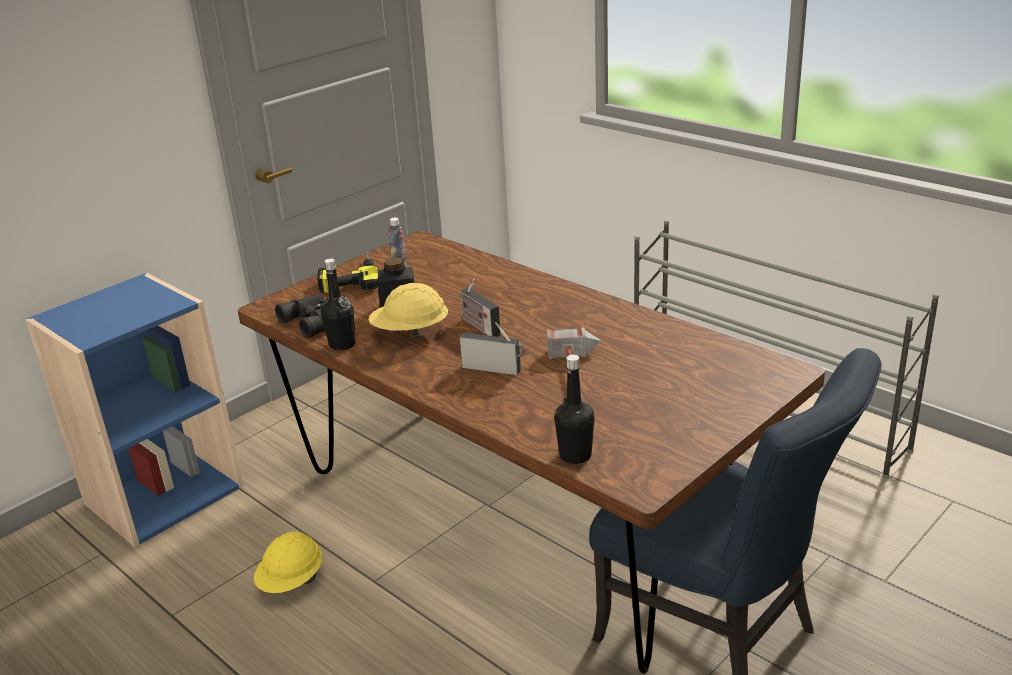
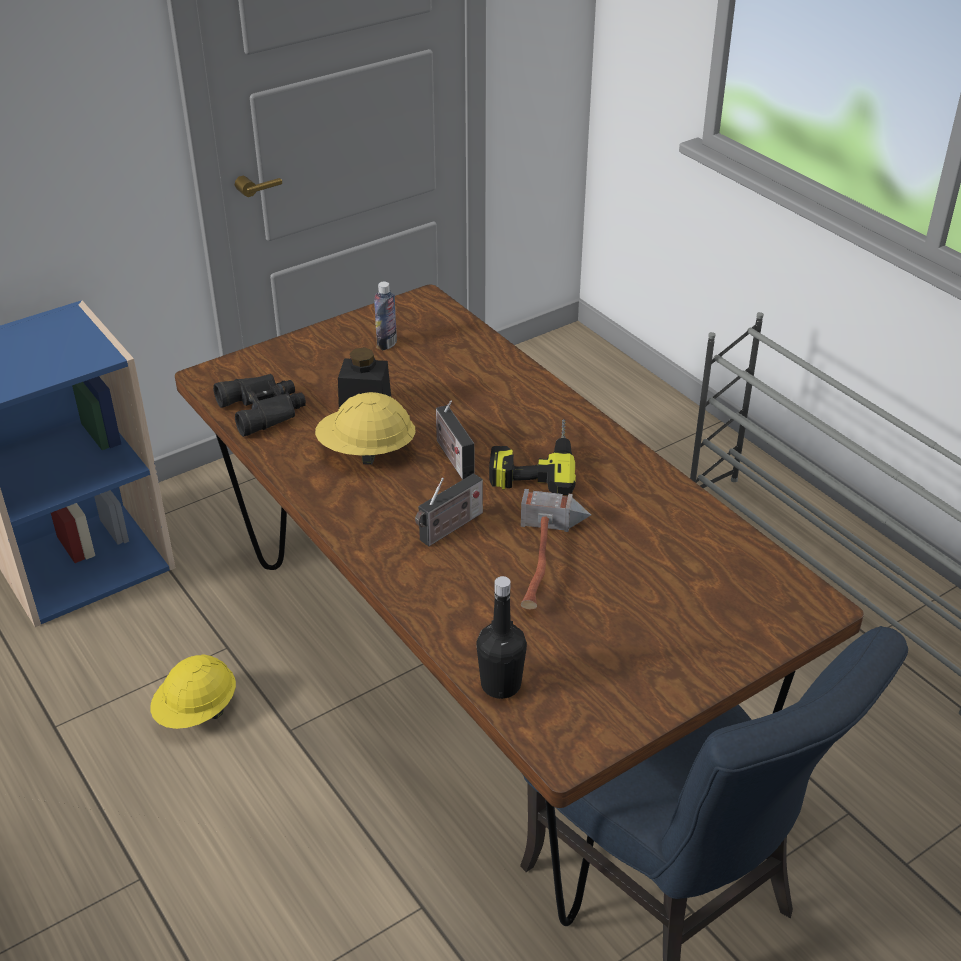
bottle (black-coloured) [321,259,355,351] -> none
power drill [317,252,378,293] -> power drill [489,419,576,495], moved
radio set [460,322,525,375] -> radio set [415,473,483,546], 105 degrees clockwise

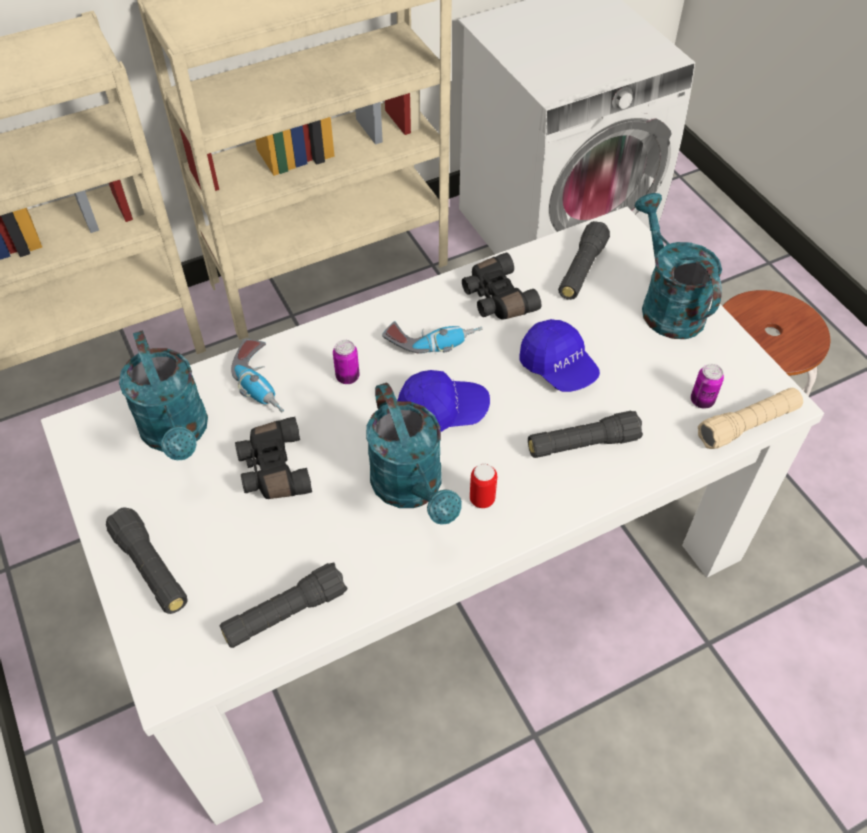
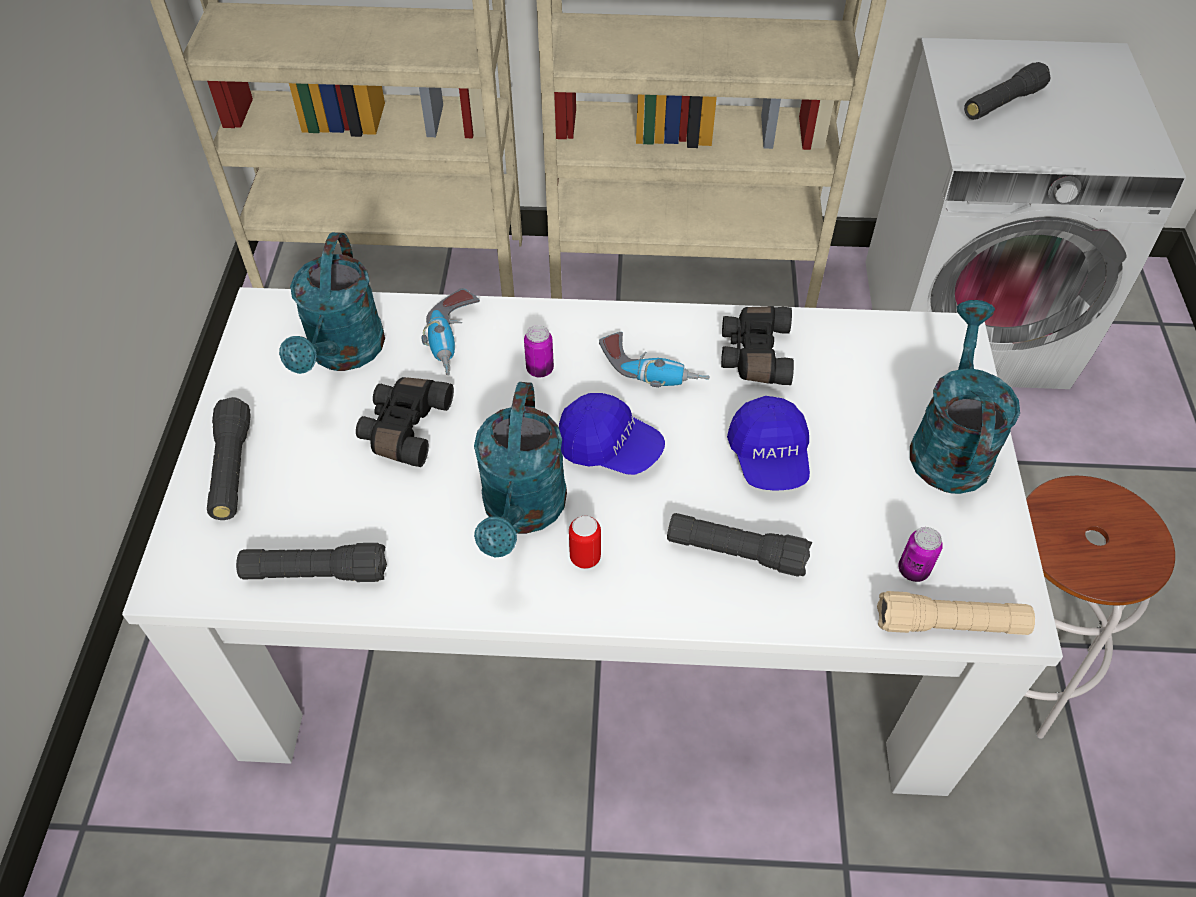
hand torch (black-coloured) [558,221,610,300] -> hand torch (black-coloured) [964,62,1051,120], moved

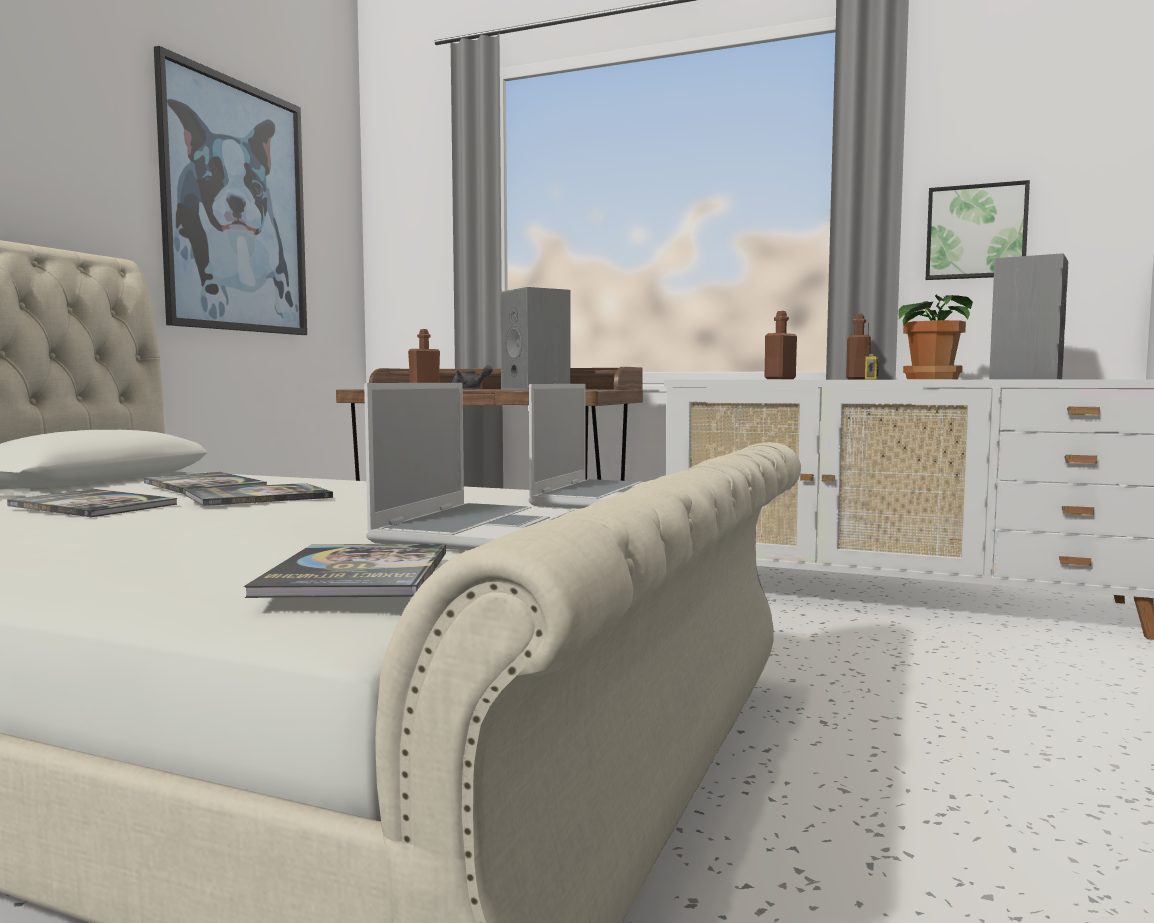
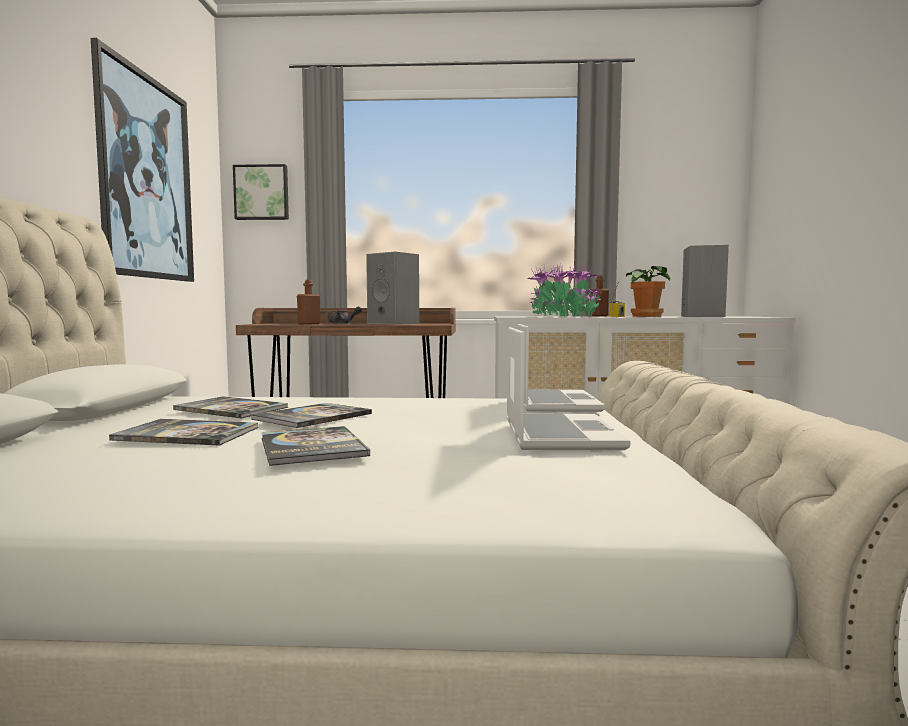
book [244,544,446,598] -> book [261,426,370,466], moved
wall art [926,180,1030,280] -> wall art [233,164,289,220], moved
bottle (brown) [765,311,797,379] -> plant in a pot [527,265,602,317]

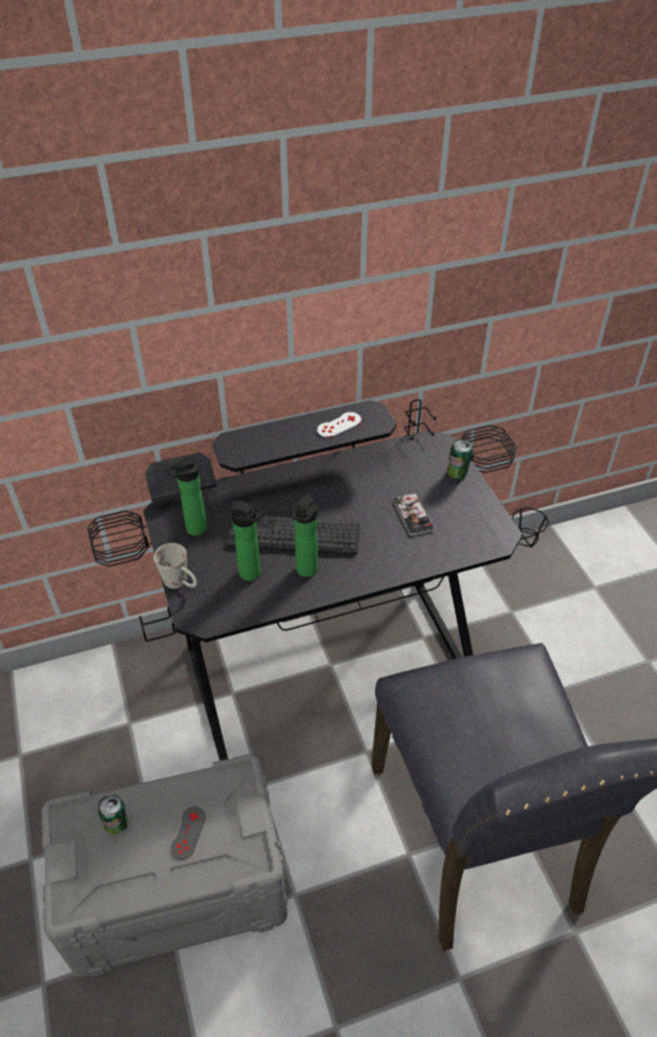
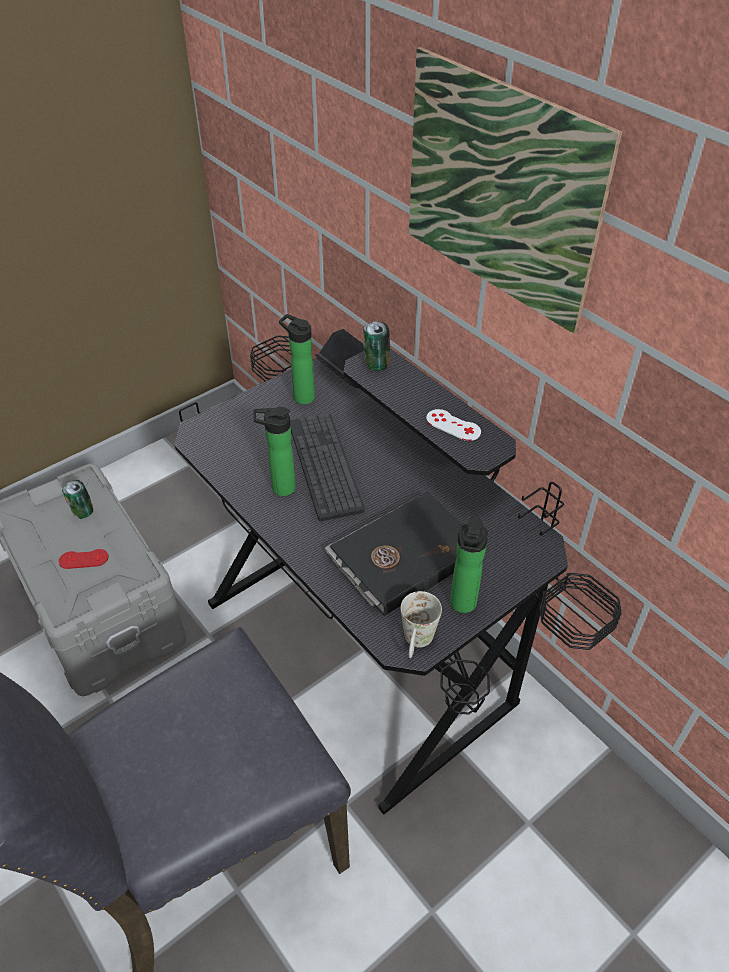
none -> wall art [409,47,622,334]
tea mug (white-coloured) [154,543,197,589] -> tea mug (white-coloured) [401,591,442,658], moved
bottle [232,501,264,581] -> bottle [450,516,488,613], moved
metal can [447,439,473,480] -> metal can [363,321,390,371], moved
handset [393,493,434,536] -> book (black-coloured) [324,492,463,616]
game controller (gray) [171,806,206,860] -> game controller (red) [59,549,109,569]

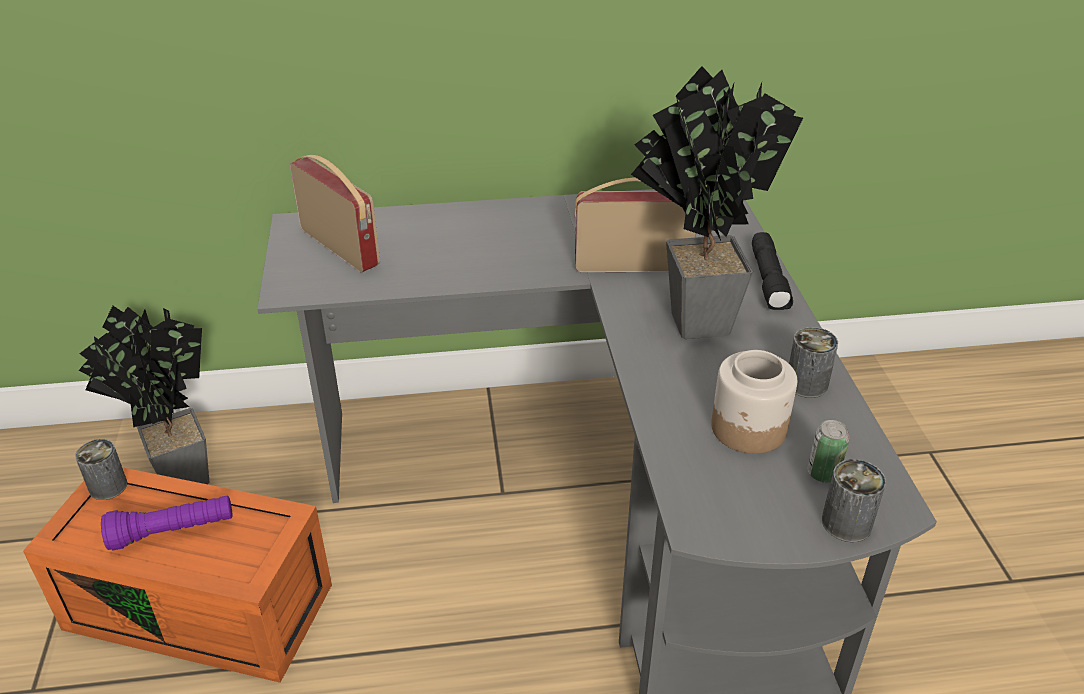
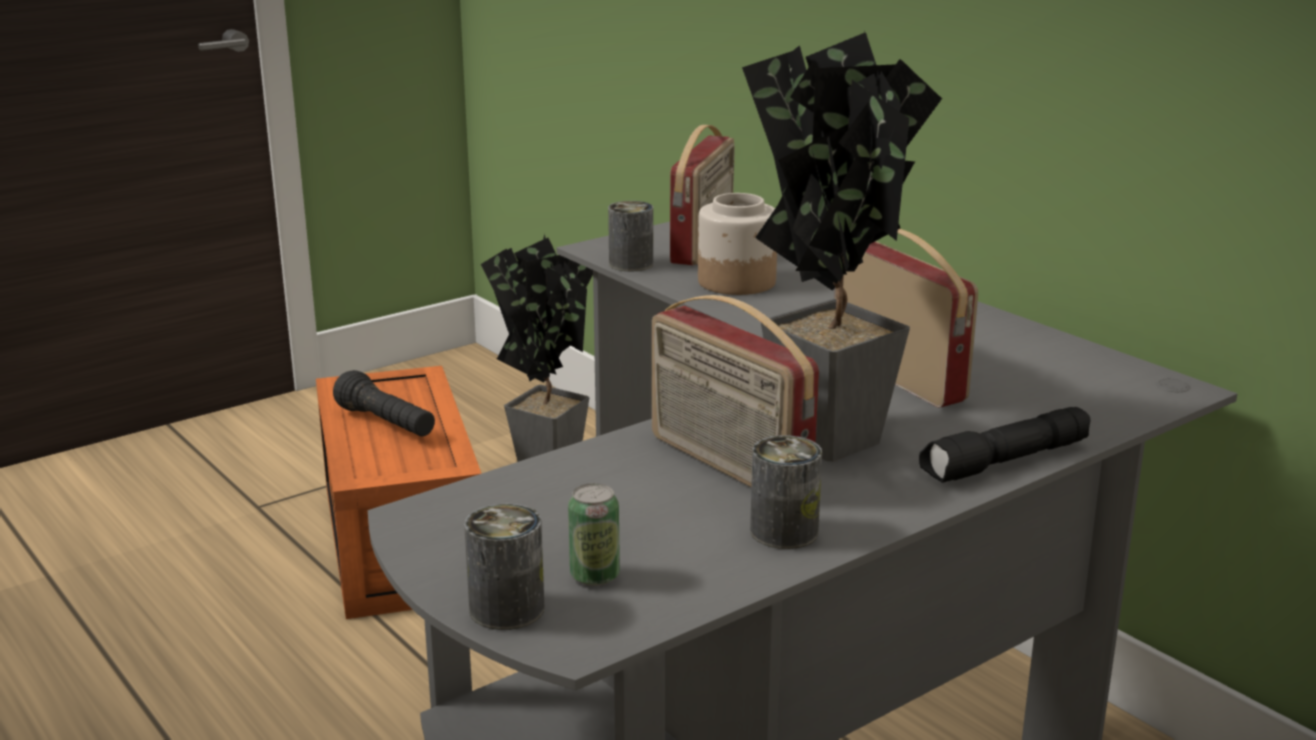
none -> radio set [652,295,819,487]
metal can [75,439,127,500] -> metal can [608,201,653,271], moved
jar [711,350,797,454] -> jar [698,193,777,295], moved
hand torch (purple) [101,495,233,550] -> hand torch (black-coloured) [333,370,435,436]

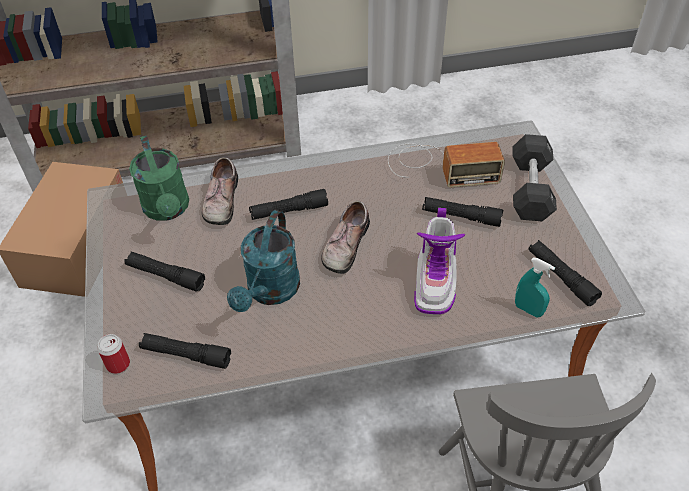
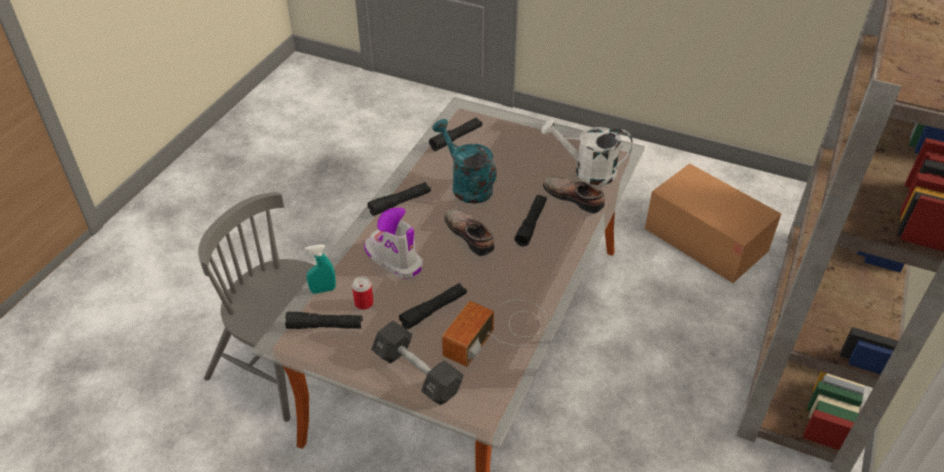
metal can [97,334,130,374] -> metal can [352,277,373,310], moved
hand torch (black-coloured) [124,252,205,292] -> hand torch (black-coloured) [367,182,431,216], moved
watering pot (green-coloured) [129,135,189,221] -> watering pot (white-coloured) [542,119,633,185]

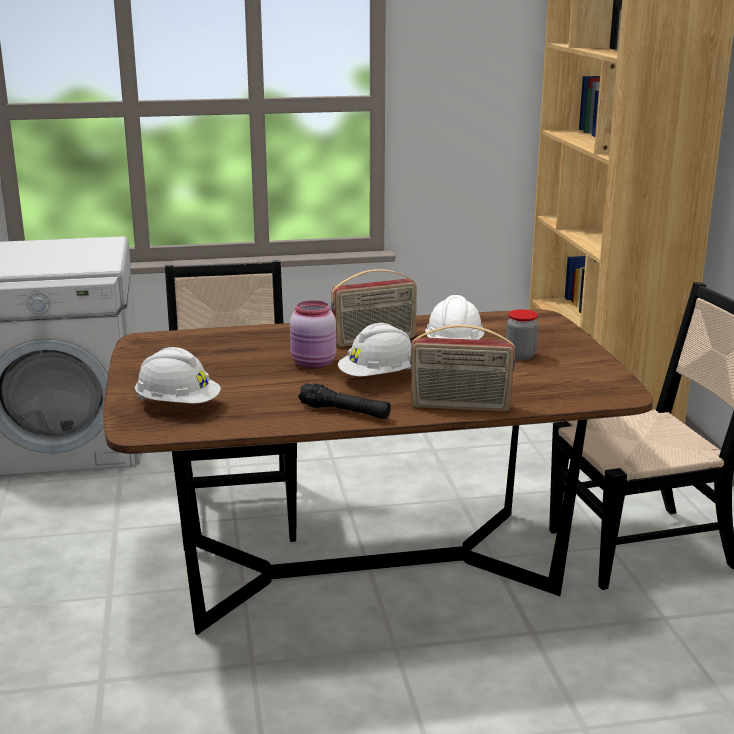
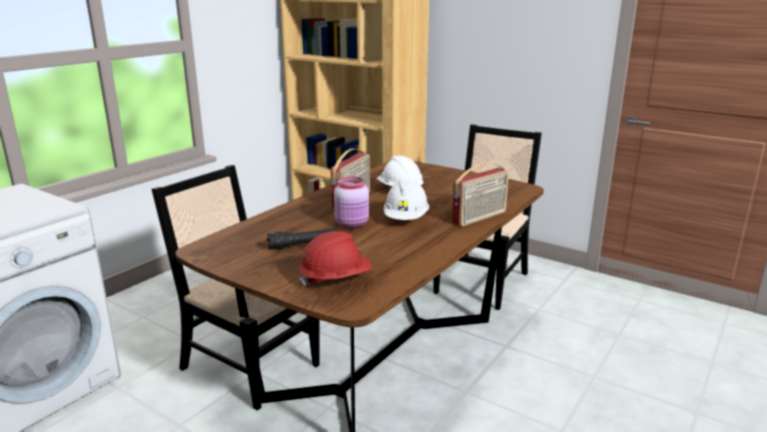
jar [506,309,539,360] -> none
hand torch (black-coloured) [298,383,391,419] -> hand torch (black-coloured) [267,228,338,250], moved
hard hat (white-coloured) [135,347,221,404] -> hard hat (red) [299,231,372,286]

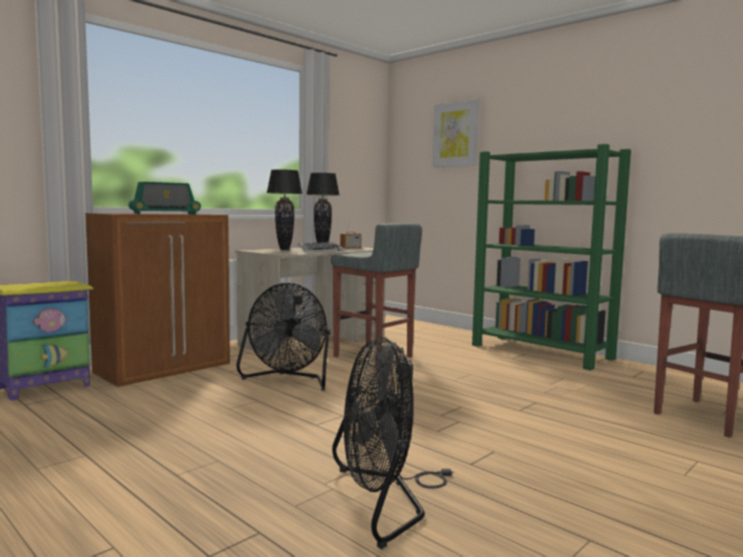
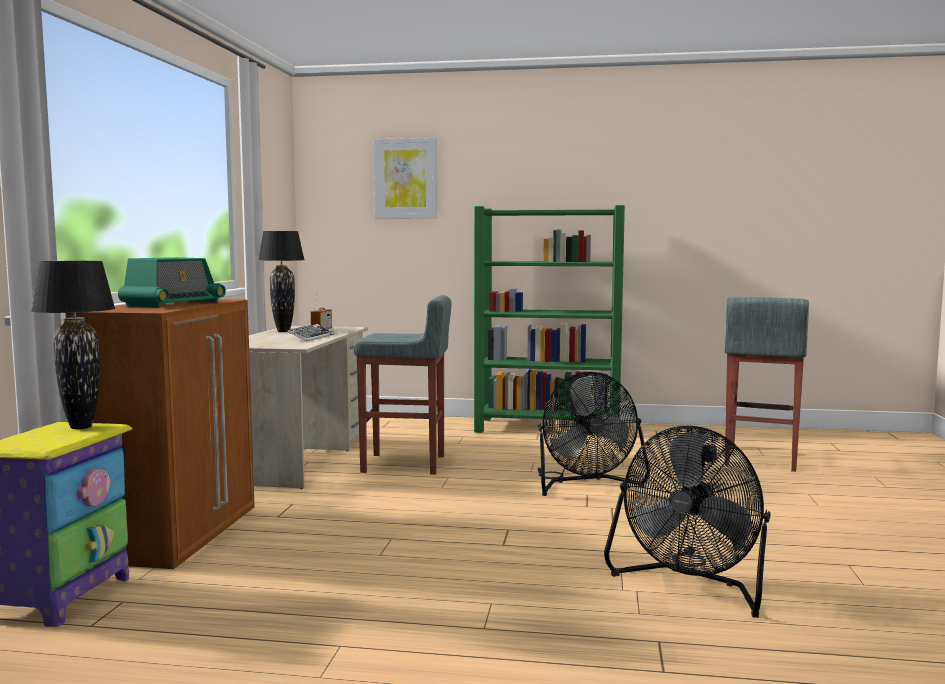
electric fan (black-coloured) [237,283,331,390] -> electric fan (black-coloured) [538,372,650,496], moved
table lamp (black-coloured) [267,169,303,250] -> table lamp (black-coloured) [31,261,115,429], moved

